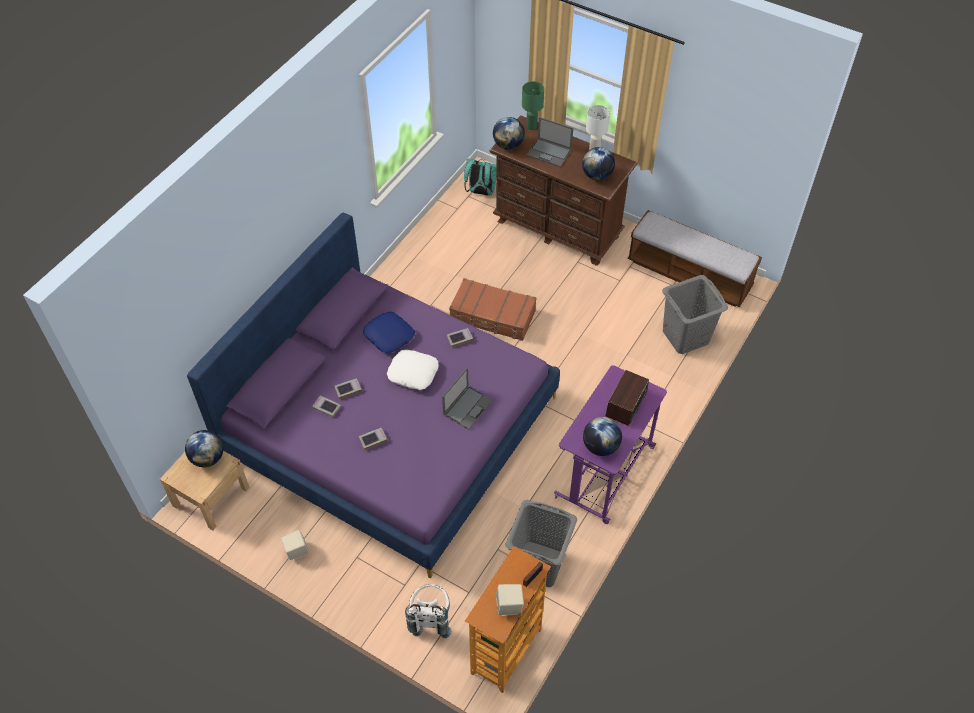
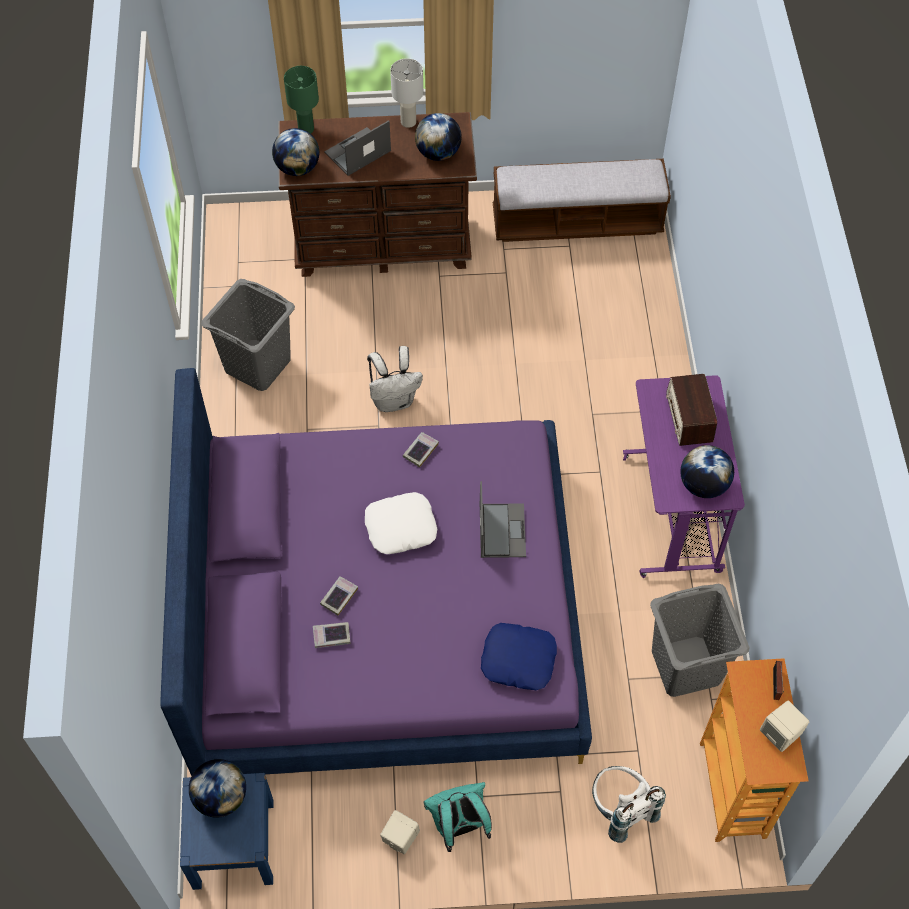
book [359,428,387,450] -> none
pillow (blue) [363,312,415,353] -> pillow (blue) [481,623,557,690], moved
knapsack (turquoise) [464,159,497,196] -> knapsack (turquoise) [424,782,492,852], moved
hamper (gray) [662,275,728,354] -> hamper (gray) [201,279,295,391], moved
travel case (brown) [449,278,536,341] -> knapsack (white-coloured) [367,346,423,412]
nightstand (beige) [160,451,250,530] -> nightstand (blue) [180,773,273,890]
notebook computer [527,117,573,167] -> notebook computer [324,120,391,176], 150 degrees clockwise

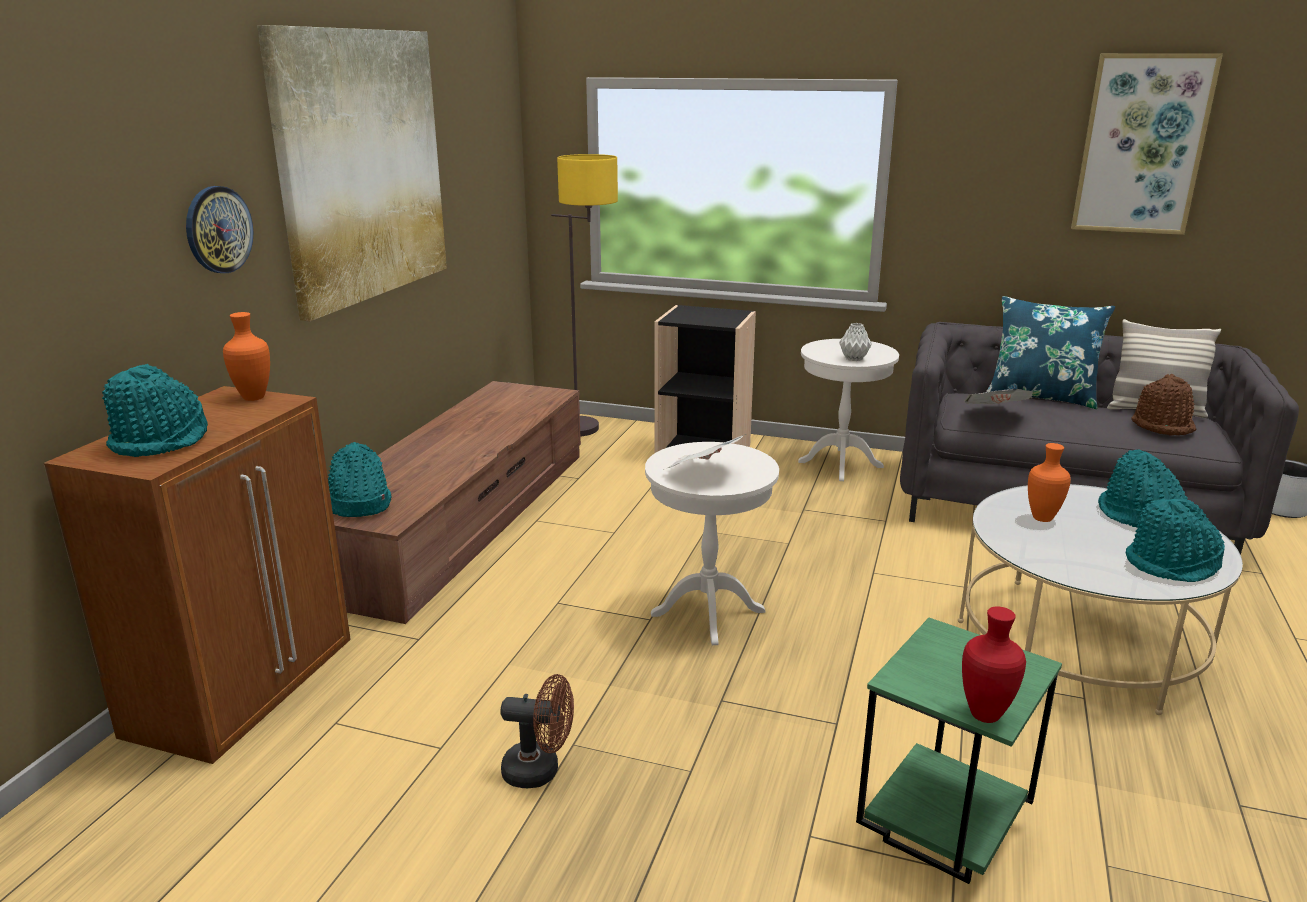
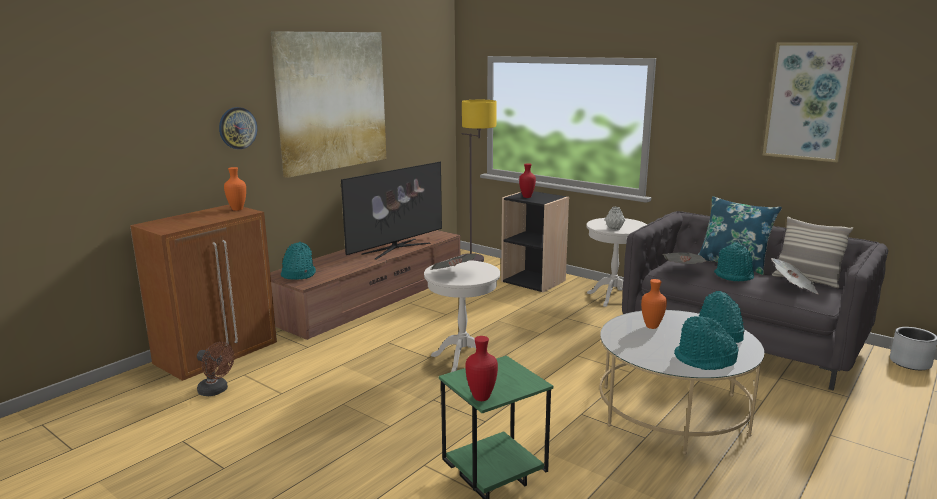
none -> TV set [341,162,442,260]
none -> decorative vase (red) [519,163,536,198]
clothing hat (turquoise) [102,364,208,457] -> clothing hat (turquoise) [714,242,754,281], moved
electric fan (brown) [501,674,574,788] -> electric fan (brown) [197,342,234,396], moved
clothing hat (brown) [1131,374,1196,435] -> printed paper [771,258,818,294]

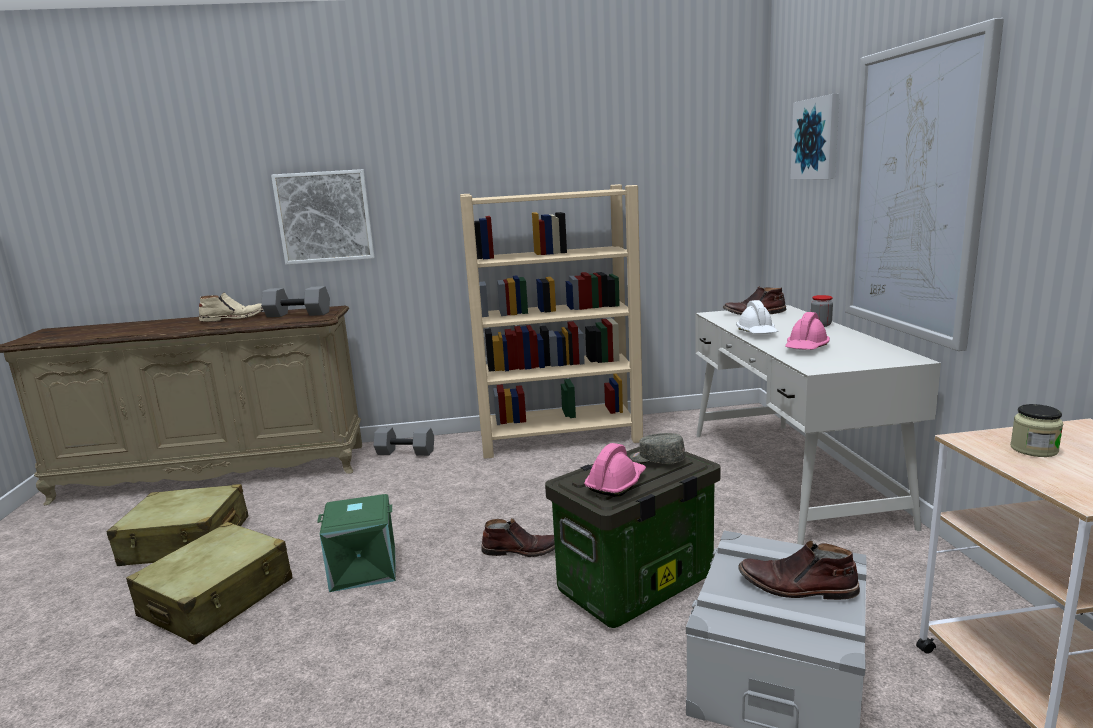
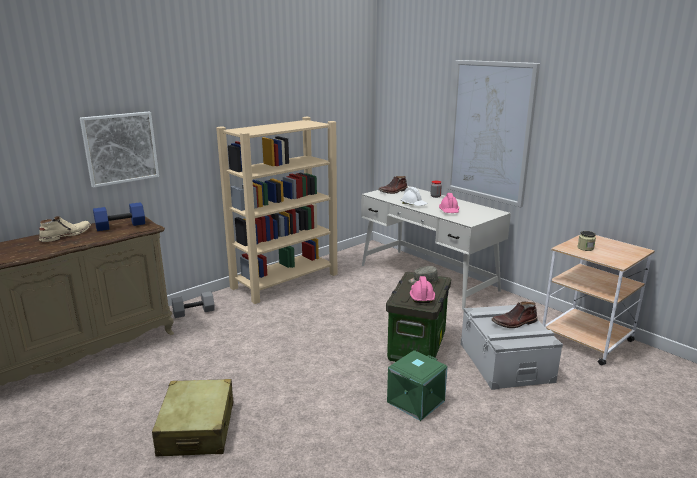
travel case (beige) [106,484,248,566] -> none
tall boot (brown) [481,518,555,557] -> none
wall art [790,93,840,179] -> none
storage bin (green-coloured) [317,494,396,592] -> storage bin (green-coloured) [387,350,448,421], moved
free weight (gray) [261,286,330,317] -> free weight (blue) [93,202,145,231]

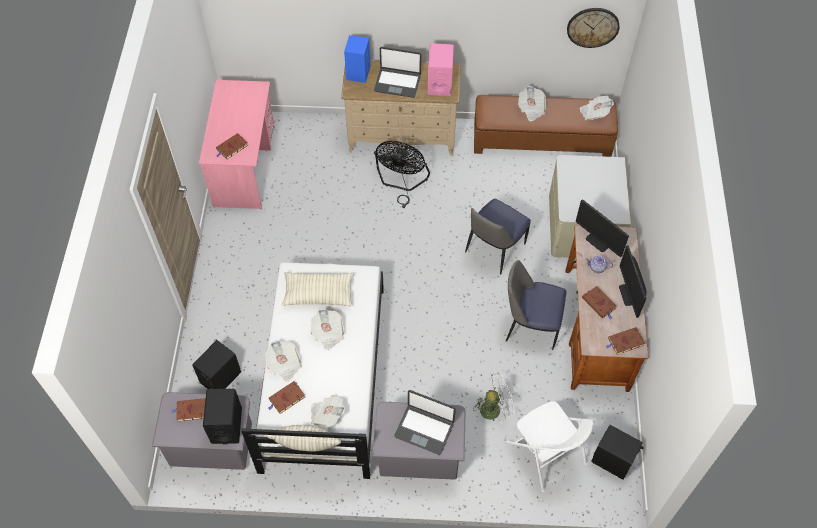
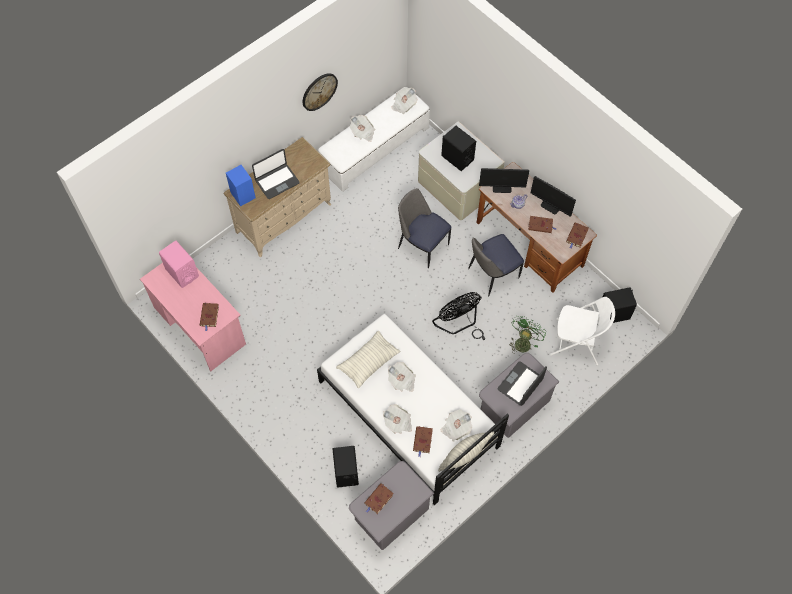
audio speaker (black-coloured) [203,388,242,444] -> audio speaker (black-coloured) [441,126,476,171], moved
electric fan (black-coloured) [374,141,430,208] -> electric fan (black-coloured) [432,292,485,340], moved
audio speaker (pinkish) [428,43,454,96] -> audio speaker (pinkish) [159,241,199,288], moved
hanging clock [567,8,619,48] -> hanging clock [302,73,338,111], moved
electric fan (white-coloured) [473,372,515,425] -> electric fan (green-coloured) [509,316,546,354]
bench (brown) [474,95,618,157] -> bench (white-coloured) [318,88,430,192]
notebook computer [394,390,456,455] -> notebook computer [498,361,547,406], 150 degrees clockwise
upright chair [465,199,531,275] -> upright chair [398,188,451,268], 135 degrees clockwise

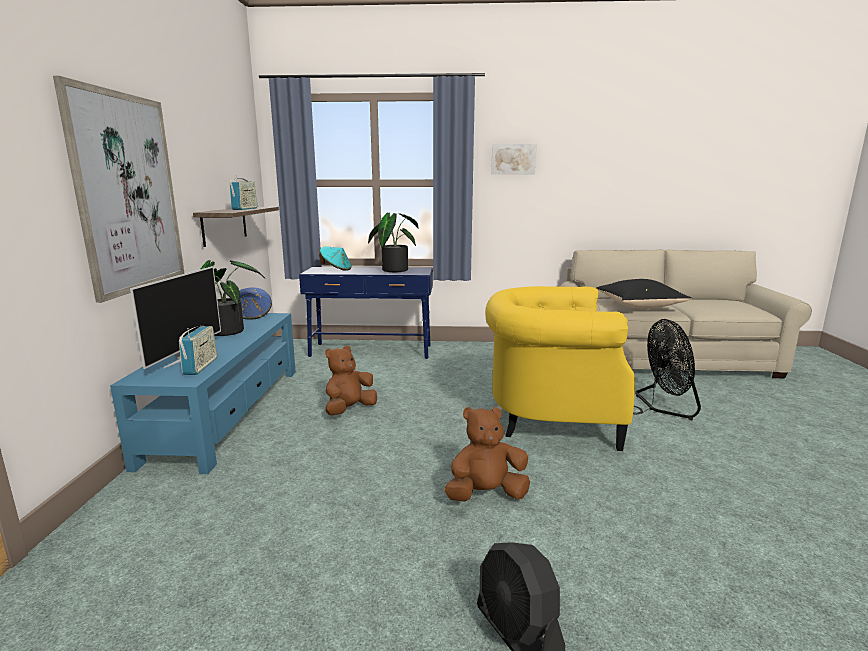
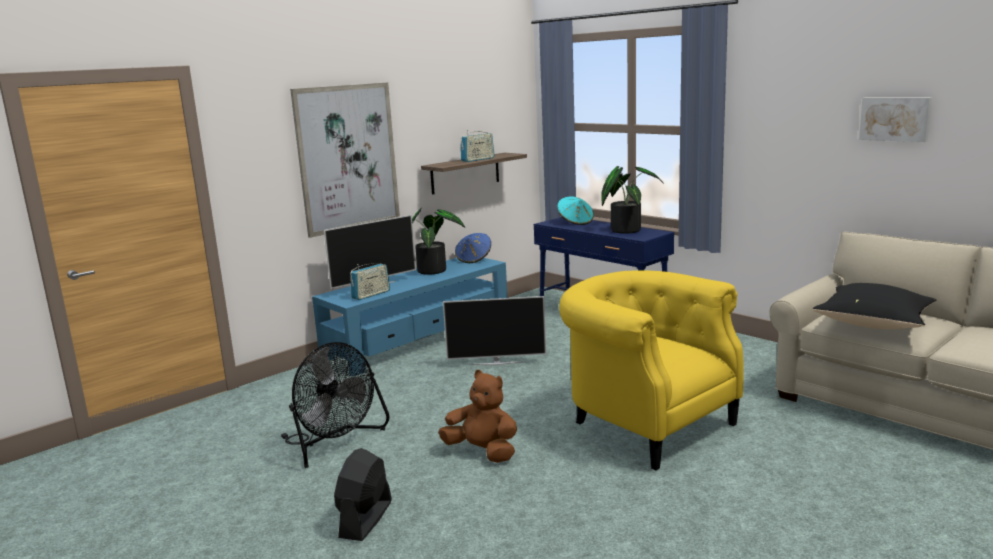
wall art [491,144,537,175] -> wall art [859,97,932,142], moved
electric fan (black-coloured) [633,319,701,421] -> electric fan (black-coloured) [281,342,389,468], moved
plush toy (brown) [325,346,377,415] -> TV set [443,296,546,365]

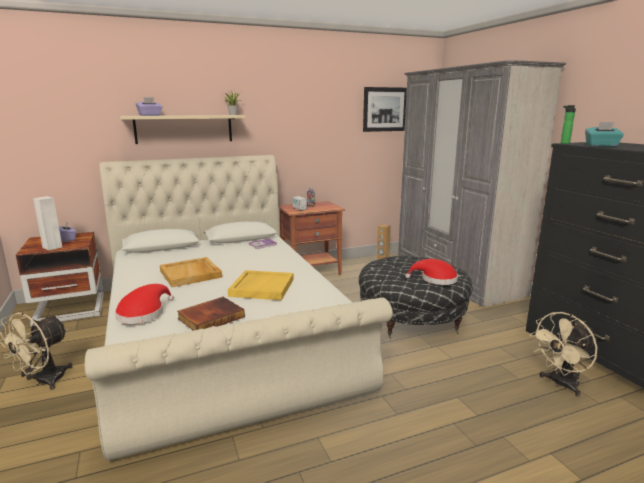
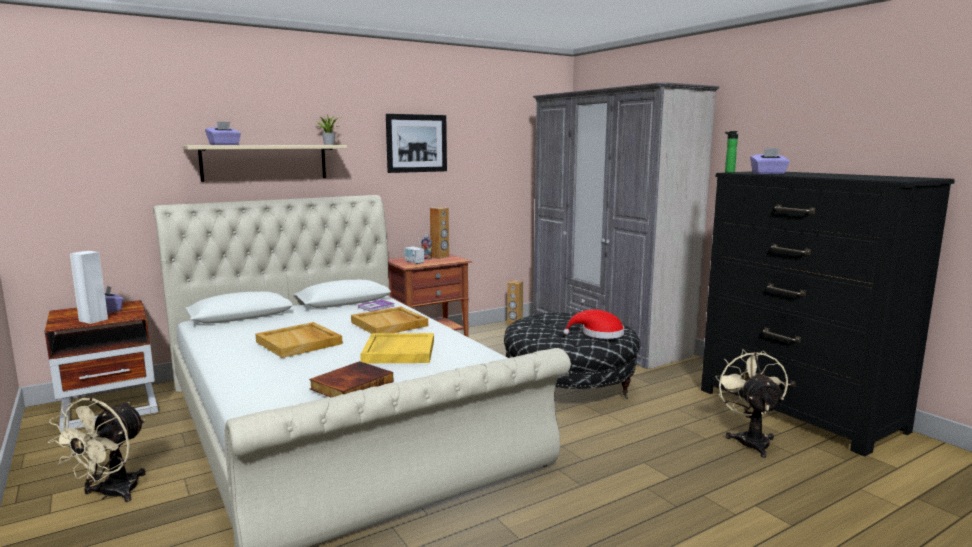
clothing hat (red) [115,284,174,324] -> none
none -> carrying tray (beige) [351,306,428,334]
none -> audio speaker (brown) [430,207,449,259]
wall art [363,87,407,132] -> wall art [386,114,447,173], moved
tissue box (turquoise) [585,122,624,147] -> tissue box (purple) [750,148,790,174]
electric fan (beige) [530,312,598,397] -> electric fan (beige) [715,349,788,458], 135 degrees clockwise

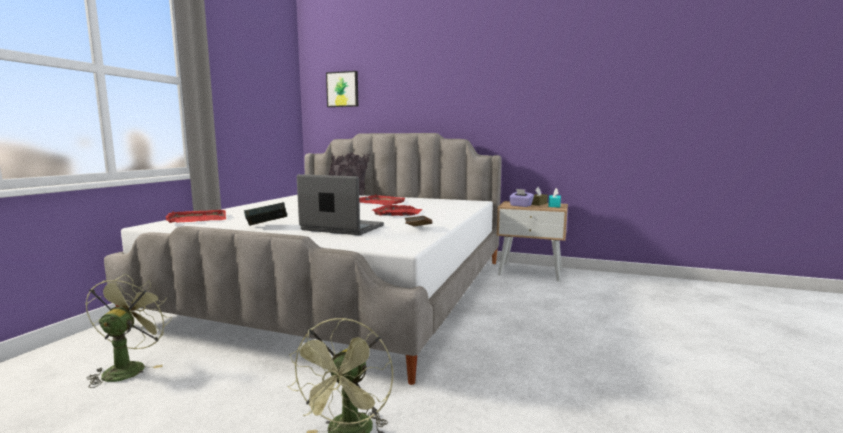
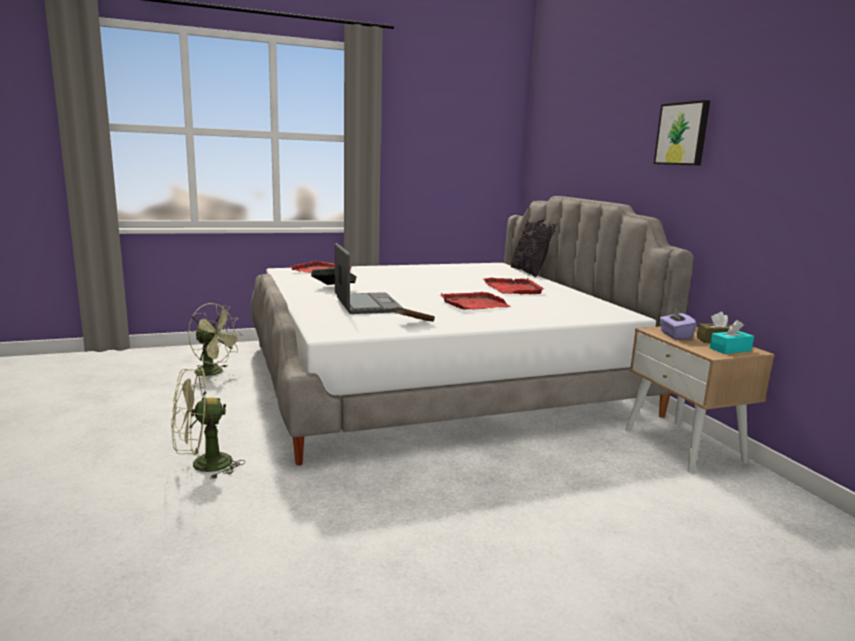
wall art [326,71,358,107] -> wall art [654,100,710,166], moved
electric fan (green-coloured) [85,274,172,388] -> electric fan (green-coloured) [188,303,242,380], 60 degrees clockwise

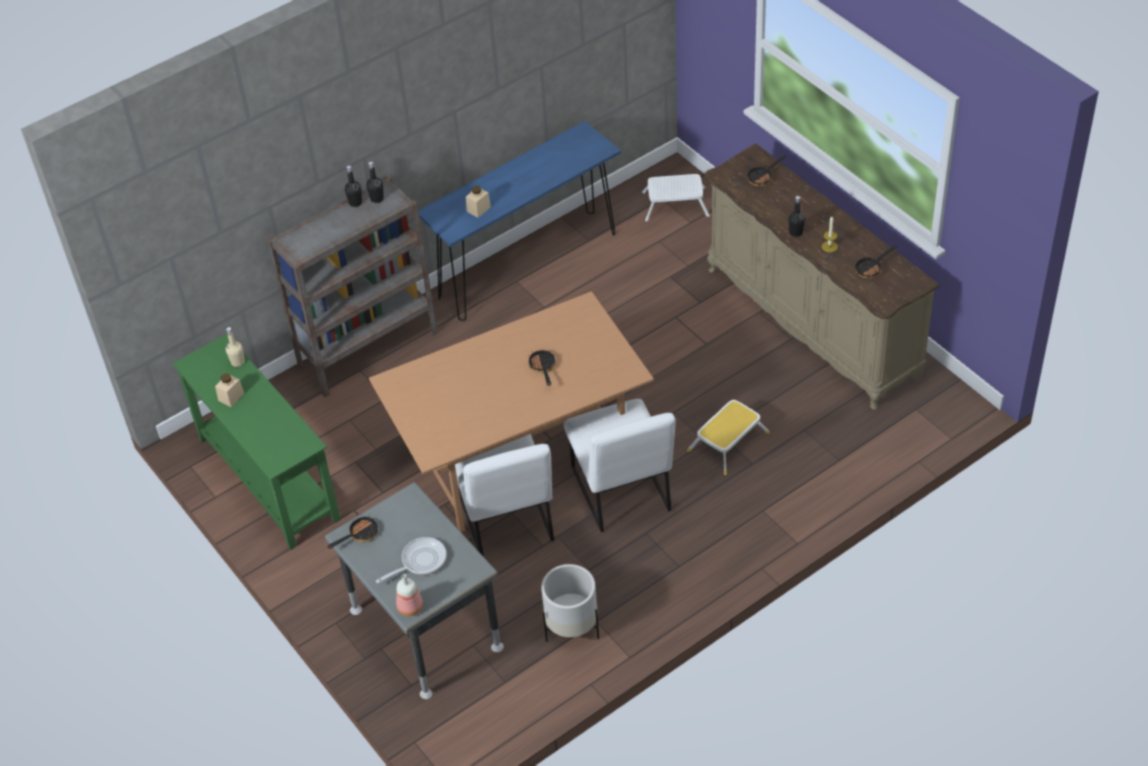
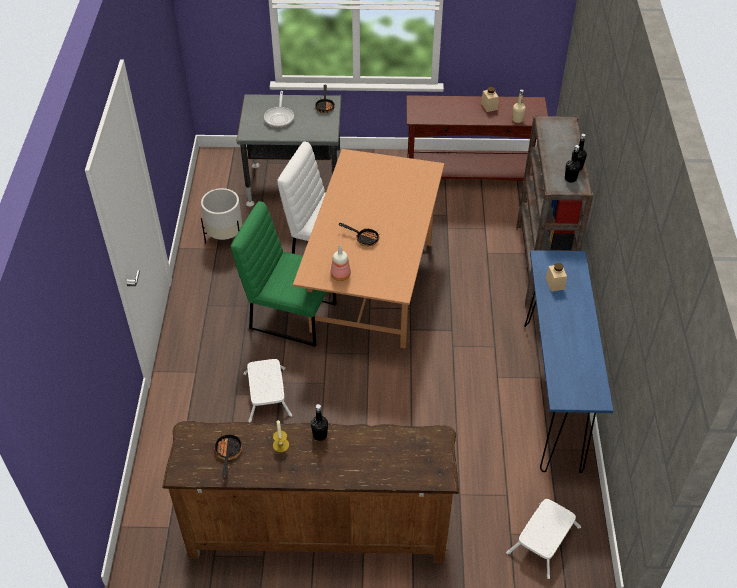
skillet [747,154,787,186] -> none
bottle [396,574,423,616] -> bottle [331,245,351,281], moved
console table (green-coloured) [172,334,341,550] -> console table (brown) [406,95,548,181]
upright chair (white-coloured) [564,399,676,532] -> upright chair (green-coloured) [231,201,336,347]
stepladder (yellow-coloured) [687,400,770,475] -> stepladder (white-coloured) [243,359,292,422]

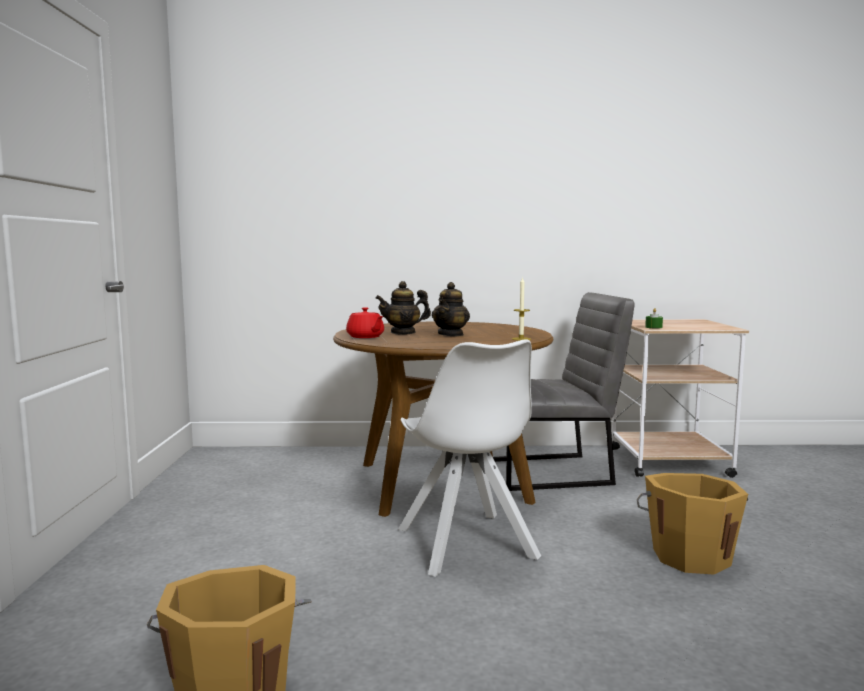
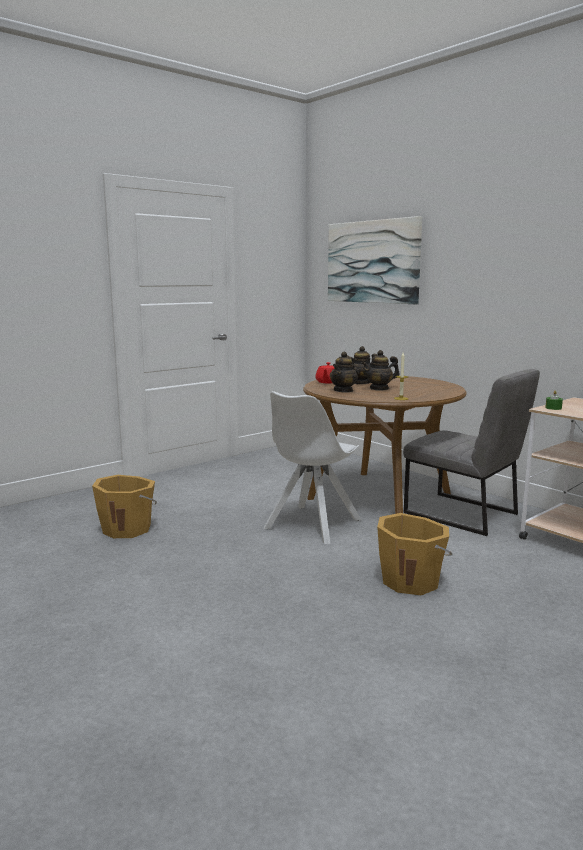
none -> wall art [328,216,422,304]
none -> tea pot [330,351,358,393]

